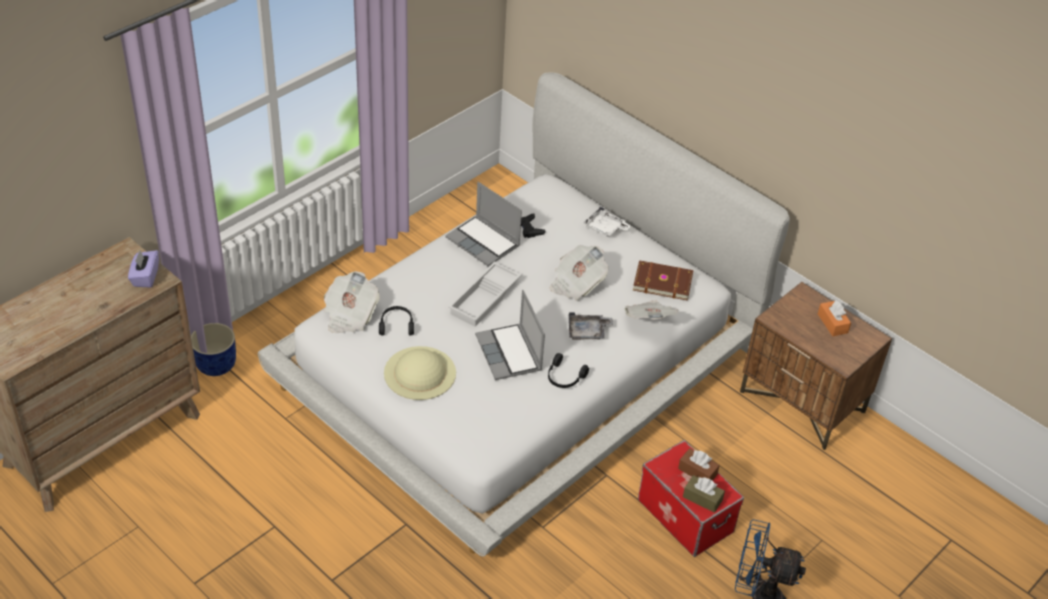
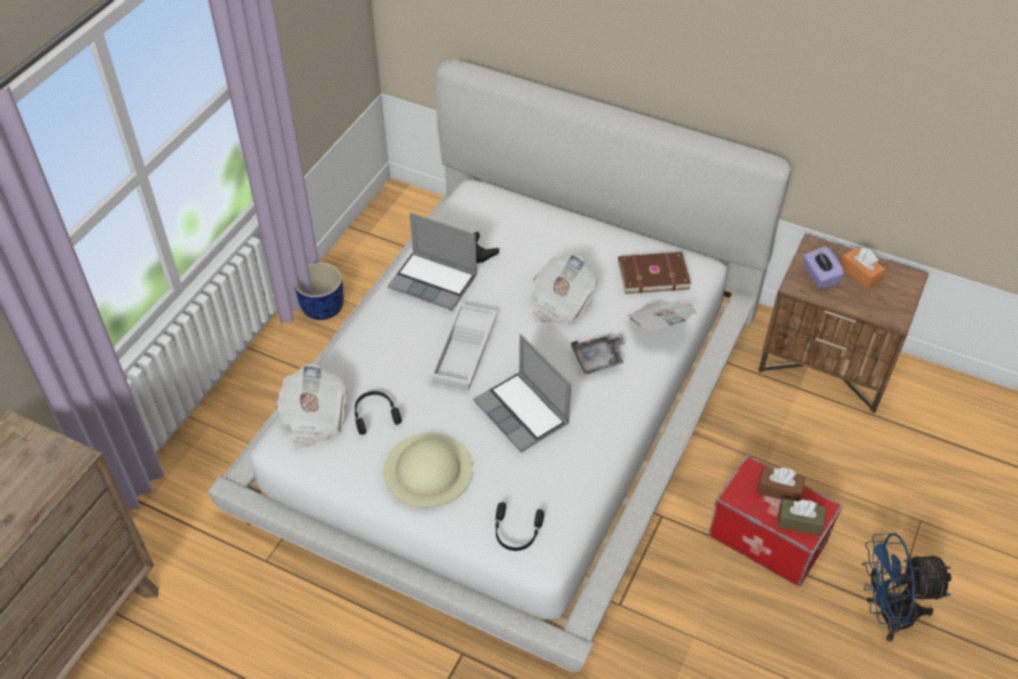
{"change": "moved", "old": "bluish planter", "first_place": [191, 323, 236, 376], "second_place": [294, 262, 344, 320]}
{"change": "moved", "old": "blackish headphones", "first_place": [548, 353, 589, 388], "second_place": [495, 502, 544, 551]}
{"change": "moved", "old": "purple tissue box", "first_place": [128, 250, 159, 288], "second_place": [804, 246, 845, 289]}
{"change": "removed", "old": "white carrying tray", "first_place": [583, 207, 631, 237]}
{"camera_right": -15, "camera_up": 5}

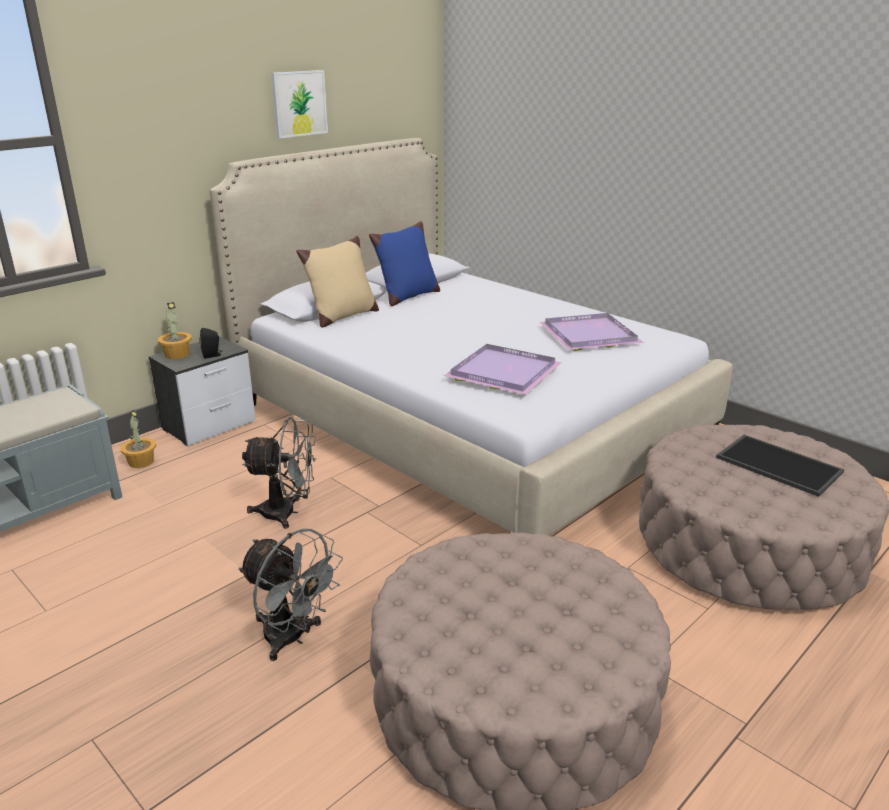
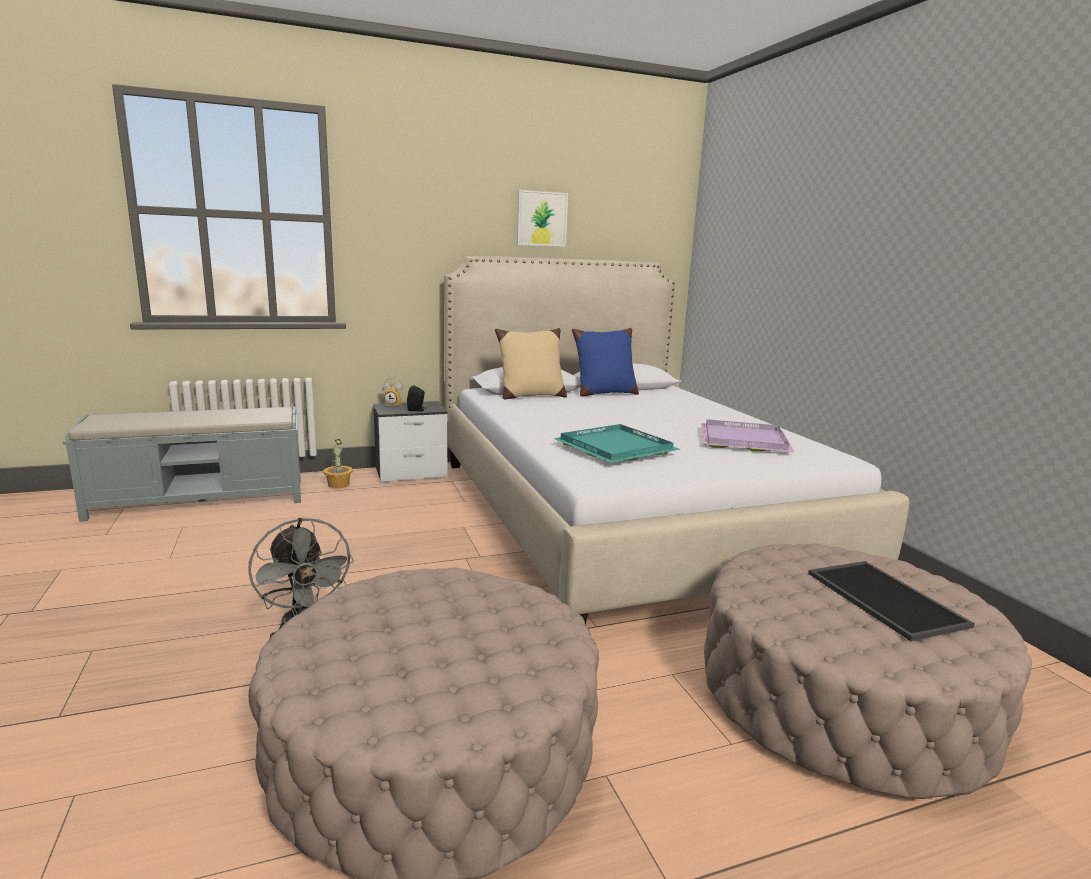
{"change": "replaced", "old": "houseplant", "new": "table clock", "first_place": [158, 302, 192, 359], "second_place": [383, 377, 403, 406]}
{"change": "recoloured", "old": "purple carrying tray", "new": "blue-green carrying tray", "first_place": [444, 344, 562, 395], "second_place": [553, 424, 681, 463]}
{"change": "removed", "old": "grey fan", "first_place": [242, 417, 316, 529]}
{"camera_right": 25, "camera_up": -10}

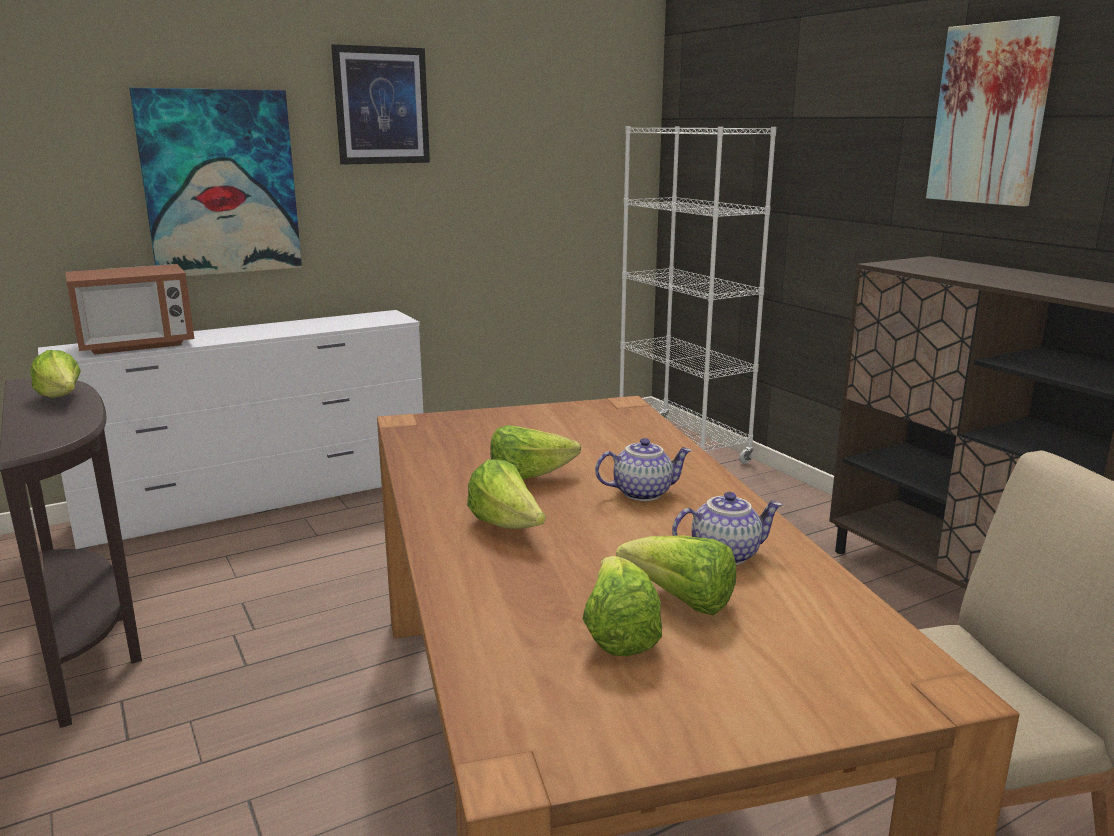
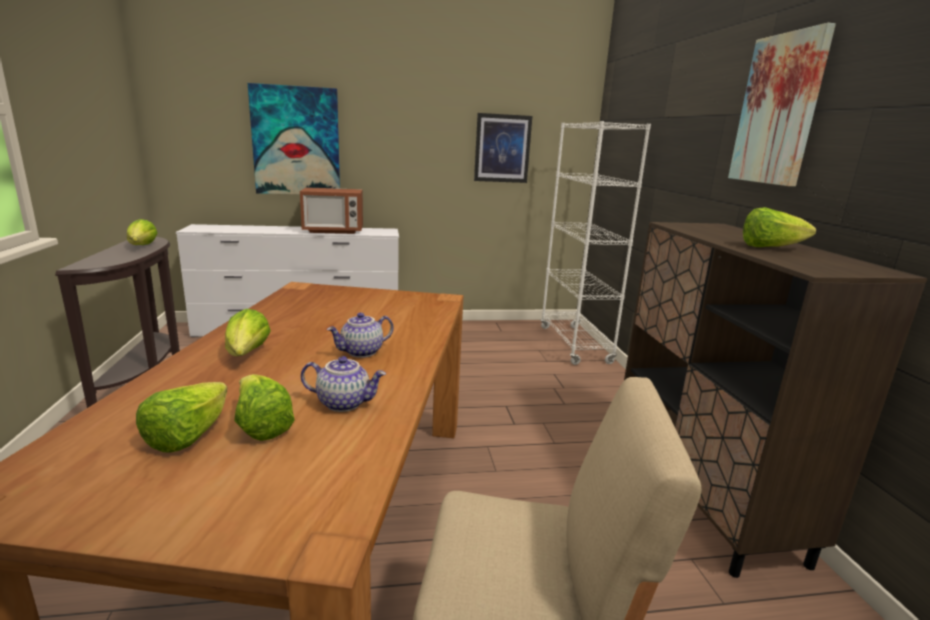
{"change": "moved", "old": "microwave oven", "first_place": [66, 264, 194, 354], "second_place": [300, 187, 363, 234]}
{"change": "turned", "old": "teapot", "first_place": [595, 438, 692, 501], "second_place": [327, 313, 393, 358], "degrees": 135}
{"change": "moved", "old": "wall picture", "first_place": [331, 44, 430, 165], "second_place": [474, 113, 532, 183]}
{"change": "moved", "old": "lettuce", "first_place": [490, 425, 581, 479], "second_place": [743, 207, 816, 247]}
{"camera_right": 20, "camera_up": 0}

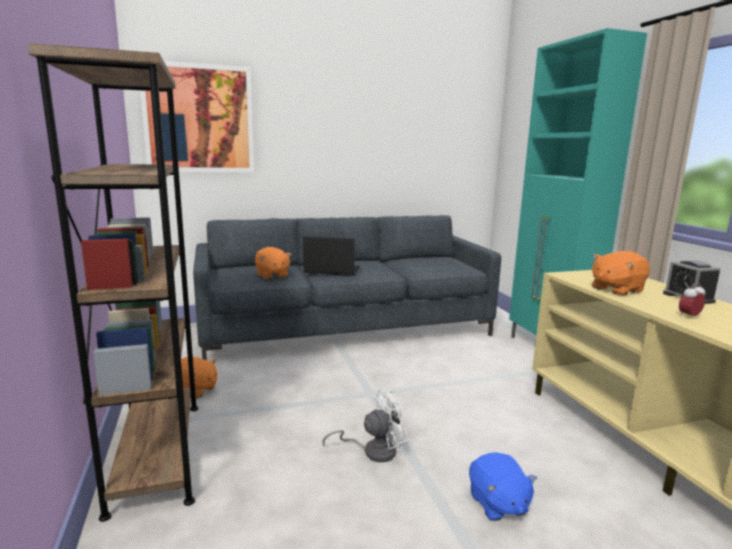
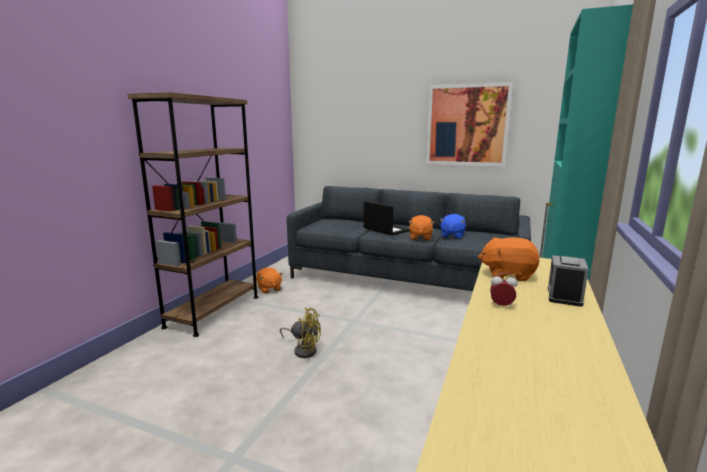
{"change": "recoloured", "old": "white fan", "new": "yellow-coloured fan", "first_place": [323, 389, 409, 462], "second_place": [280, 308, 321, 358]}
{"change": "moved", "old": "orangey plush toy", "first_place": [255, 247, 291, 280], "second_place": [408, 215, 434, 241]}
{"change": "moved", "old": "wall picture", "first_place": [140, 61, 254, 172], "second_place": [426, 82, 513, 167]}
{"change": "moved", "old": "bluish plush toy", "first_place": [469, 453, 537, 521], "second_place": [439, 214, 466, 239]}
{"camera_right": 40, "camera_up": 0}

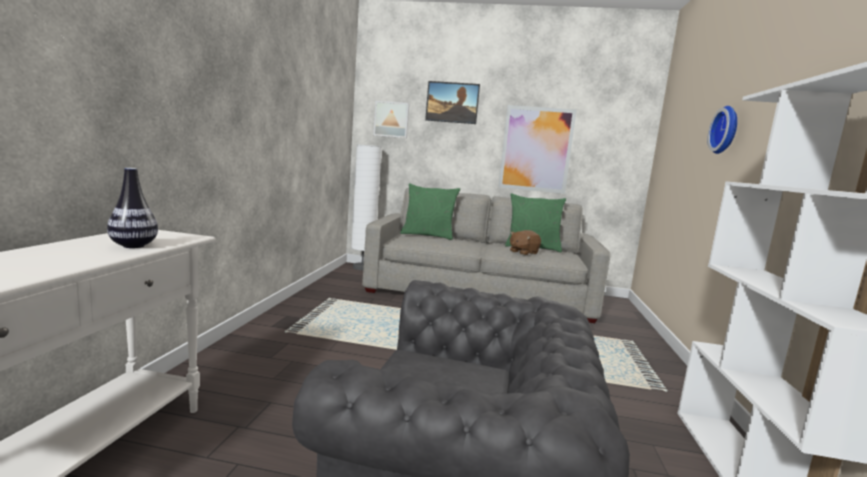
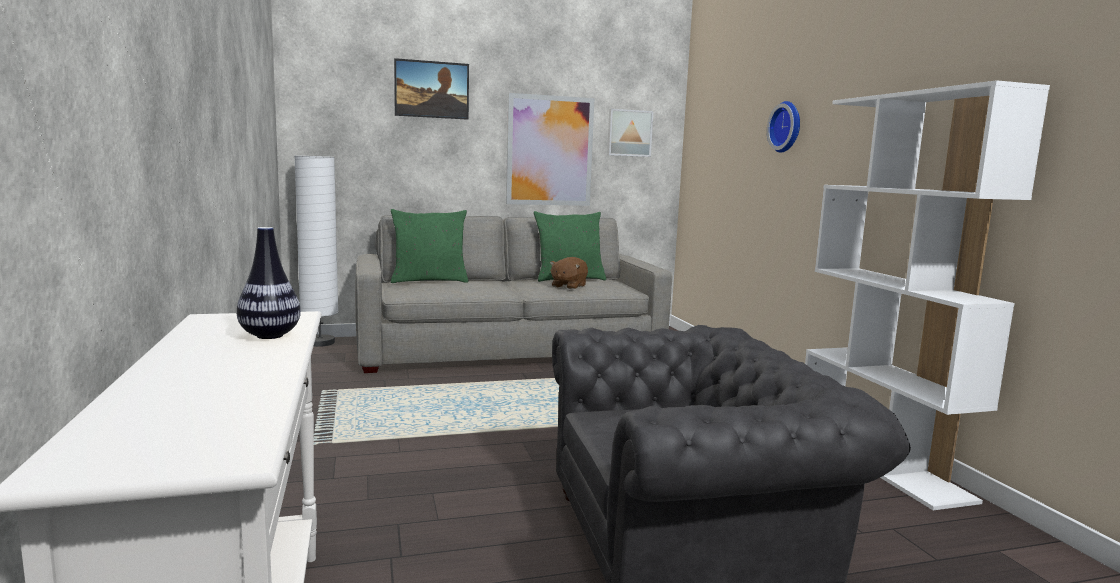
{"change": "moved", "old": "wall picture", "first_place": [374, 101, 410, 138], "second_place": [607, 109, 654, 157]}
{"camera_right": -25, "camera_up": 0}

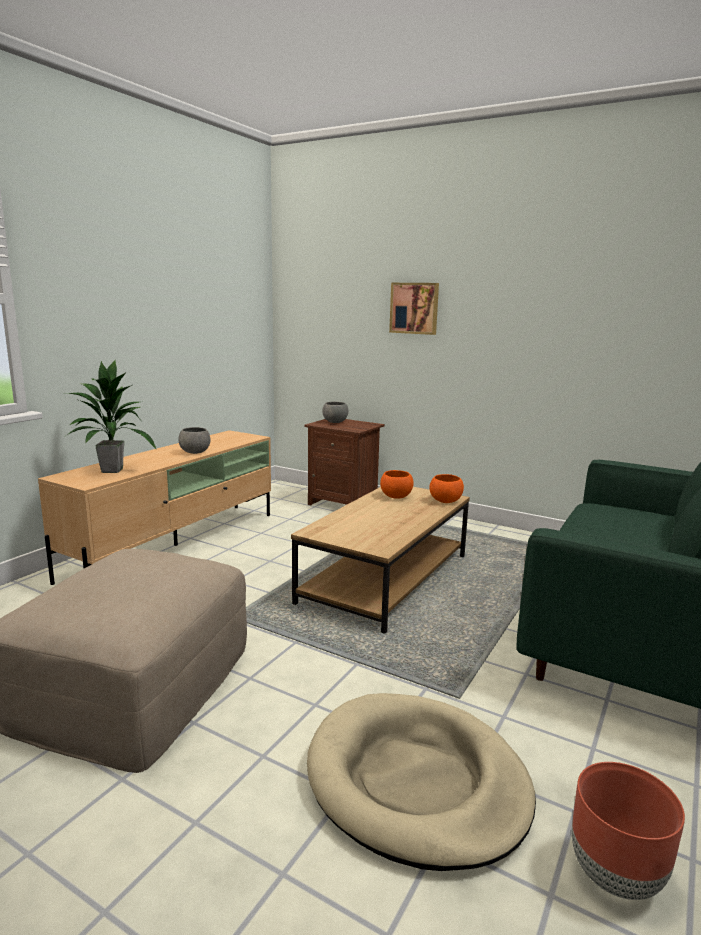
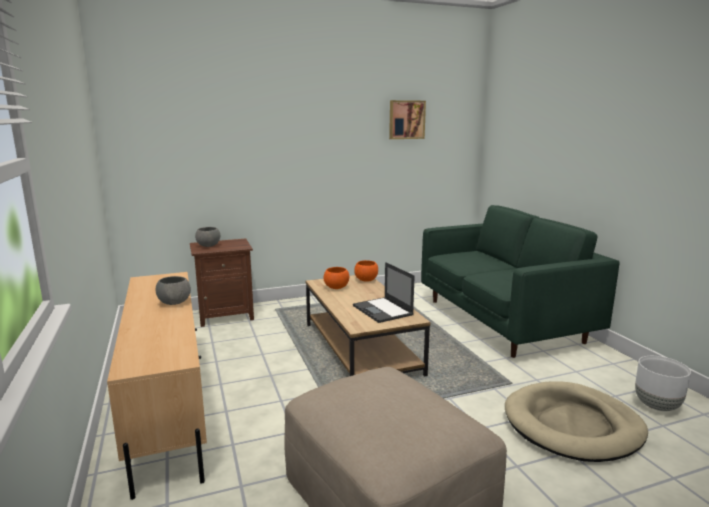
{"change": "added", "new": "laptop", "second_place": [353, 262, 415, 323]}
{"change": "moved", "old": "wall picture", "first_place": [389, 283, 439, 335], "second_place": [389, 100, 426, 139]}
{"change": "recoloured", "old": "brown planter", "new": "white planter", "first_place": [572, 762, 685, 900], "second_place": [635, 356, 691, 411]}
{"change": "removed", "old": "houseplant", "first_place": [66, 360, 157, 473]}
{"camera_right": -50, "camera_up": 0}

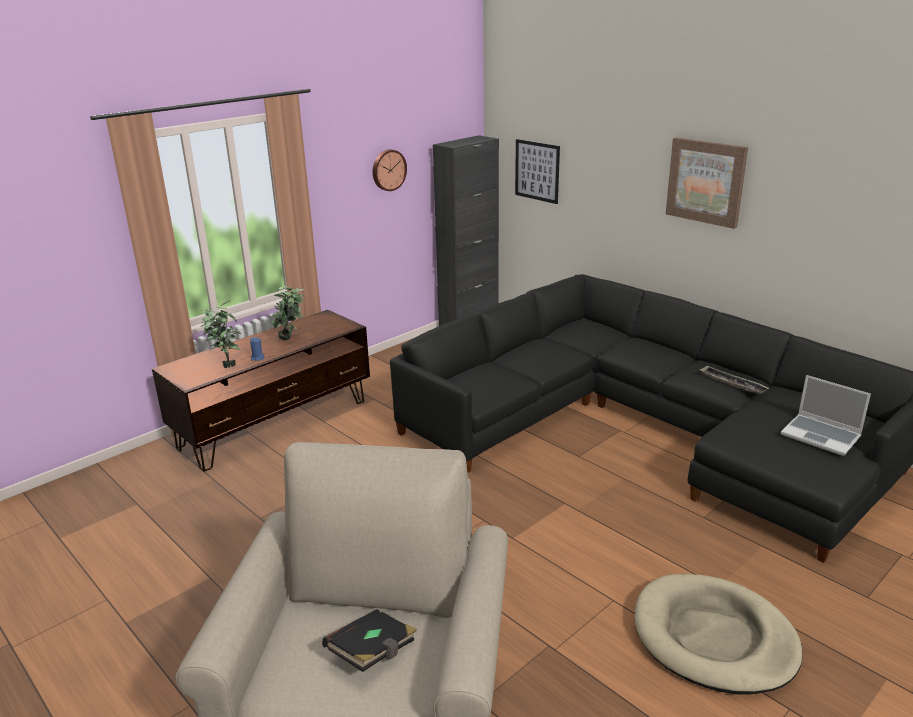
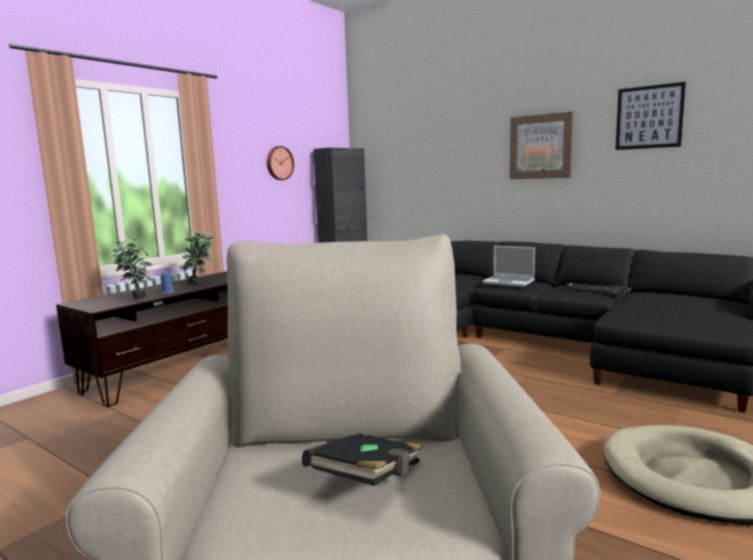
{"change": "moved", "old": "laptop", "first_place": [781, 375, 871, 456], "second_place": [483, 246, 535, 287]}
{"change": "moved", "old": "wall picture", "first_place": [515, 139, 560, 204], "second_place": [615, 82, 686, 150]}
{"camera_right": -10, "camera_up": -15}

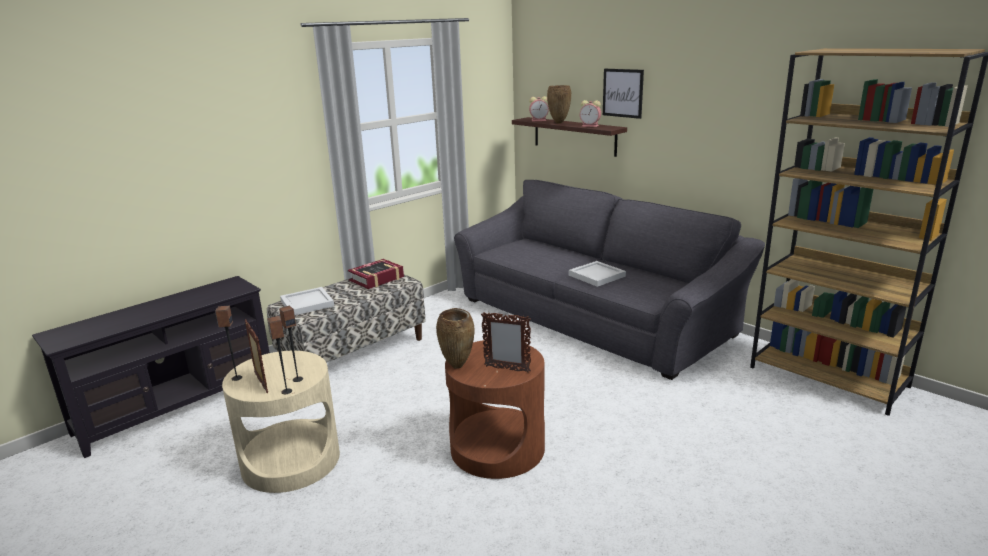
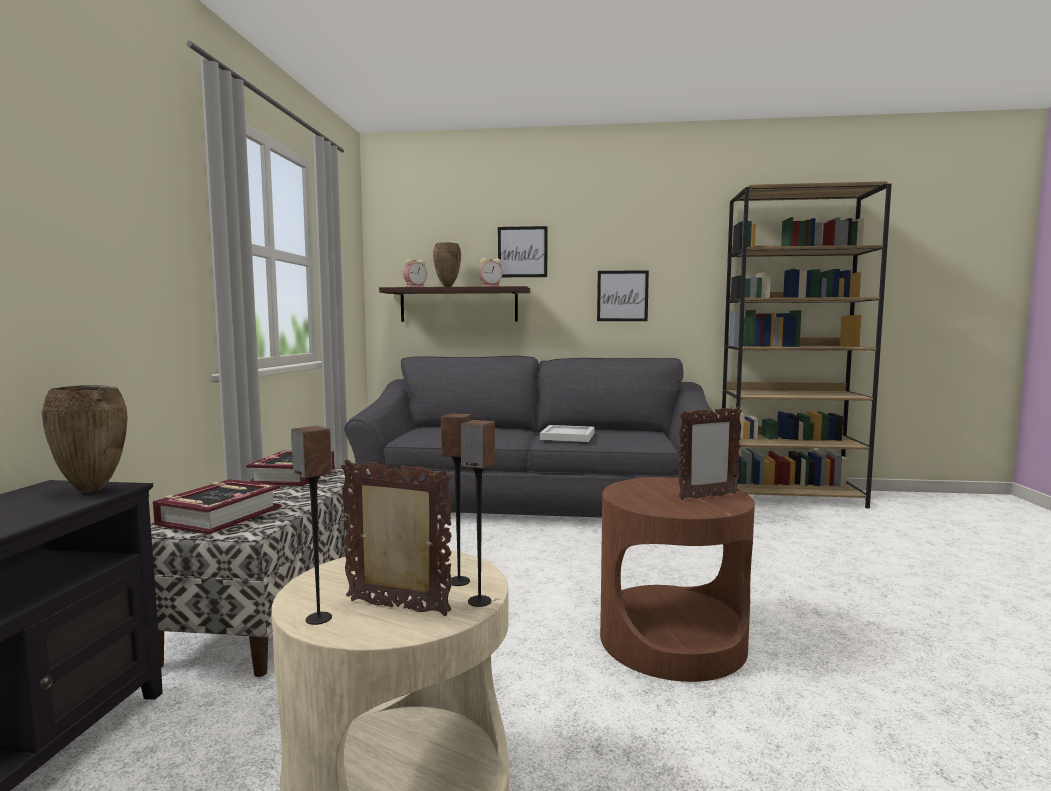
{"change": "moved", "old": "brown flower vase", "first_place": [436, 308, 475, 369], "second_place": [42, 385, 128, 493]}
{"change": "replaced", "old": "white carrying tray", "new": "bound book", "first_place": [280, 287, 334, 315], "second_place": [153, 479, 281, 534]}
{"change": "added", "new": "wall picture", "second_place": [597, 270, 649, 321]}
{"camera_right": -40, "camera_up": -15}

